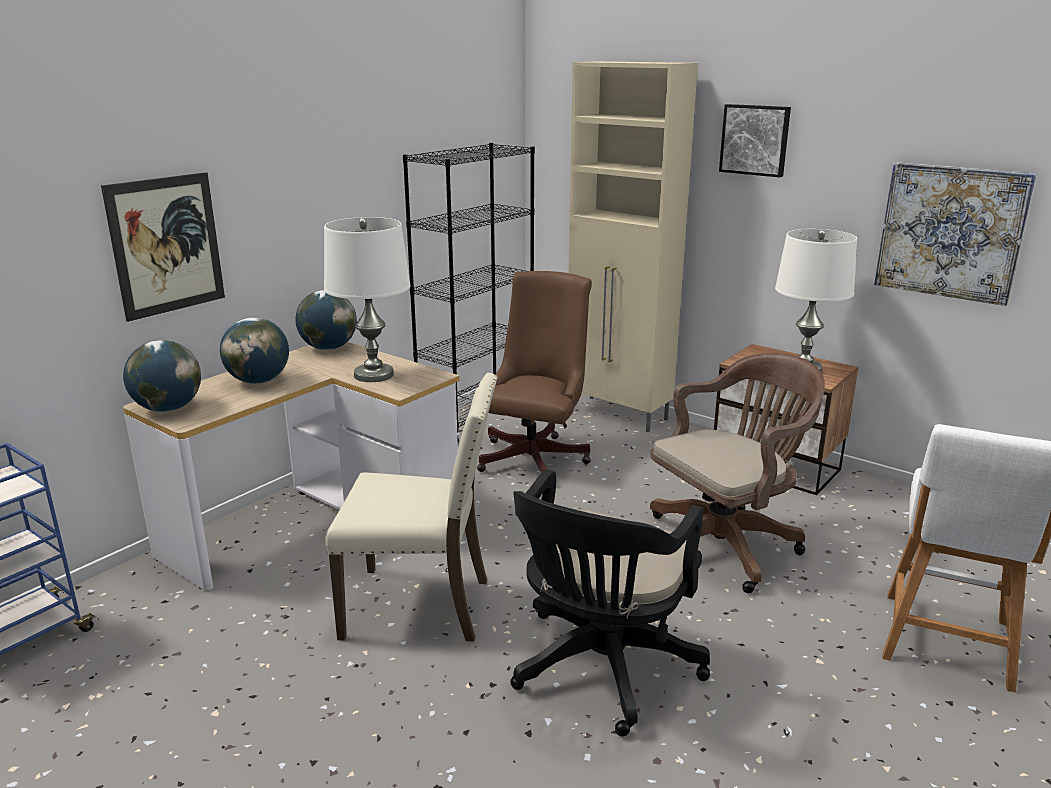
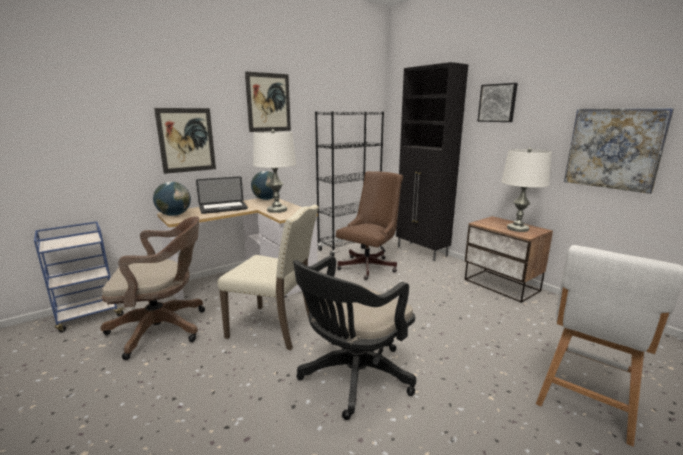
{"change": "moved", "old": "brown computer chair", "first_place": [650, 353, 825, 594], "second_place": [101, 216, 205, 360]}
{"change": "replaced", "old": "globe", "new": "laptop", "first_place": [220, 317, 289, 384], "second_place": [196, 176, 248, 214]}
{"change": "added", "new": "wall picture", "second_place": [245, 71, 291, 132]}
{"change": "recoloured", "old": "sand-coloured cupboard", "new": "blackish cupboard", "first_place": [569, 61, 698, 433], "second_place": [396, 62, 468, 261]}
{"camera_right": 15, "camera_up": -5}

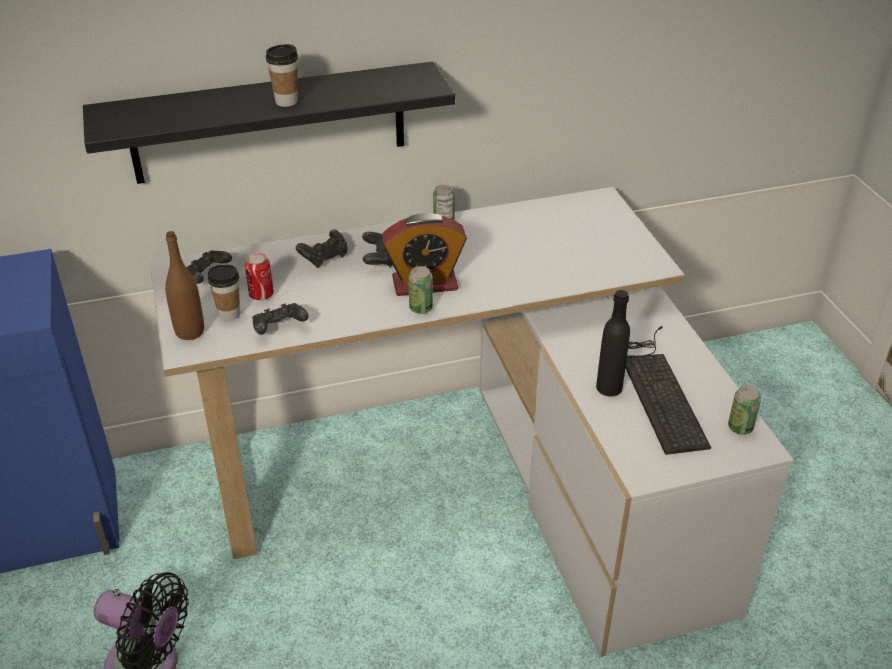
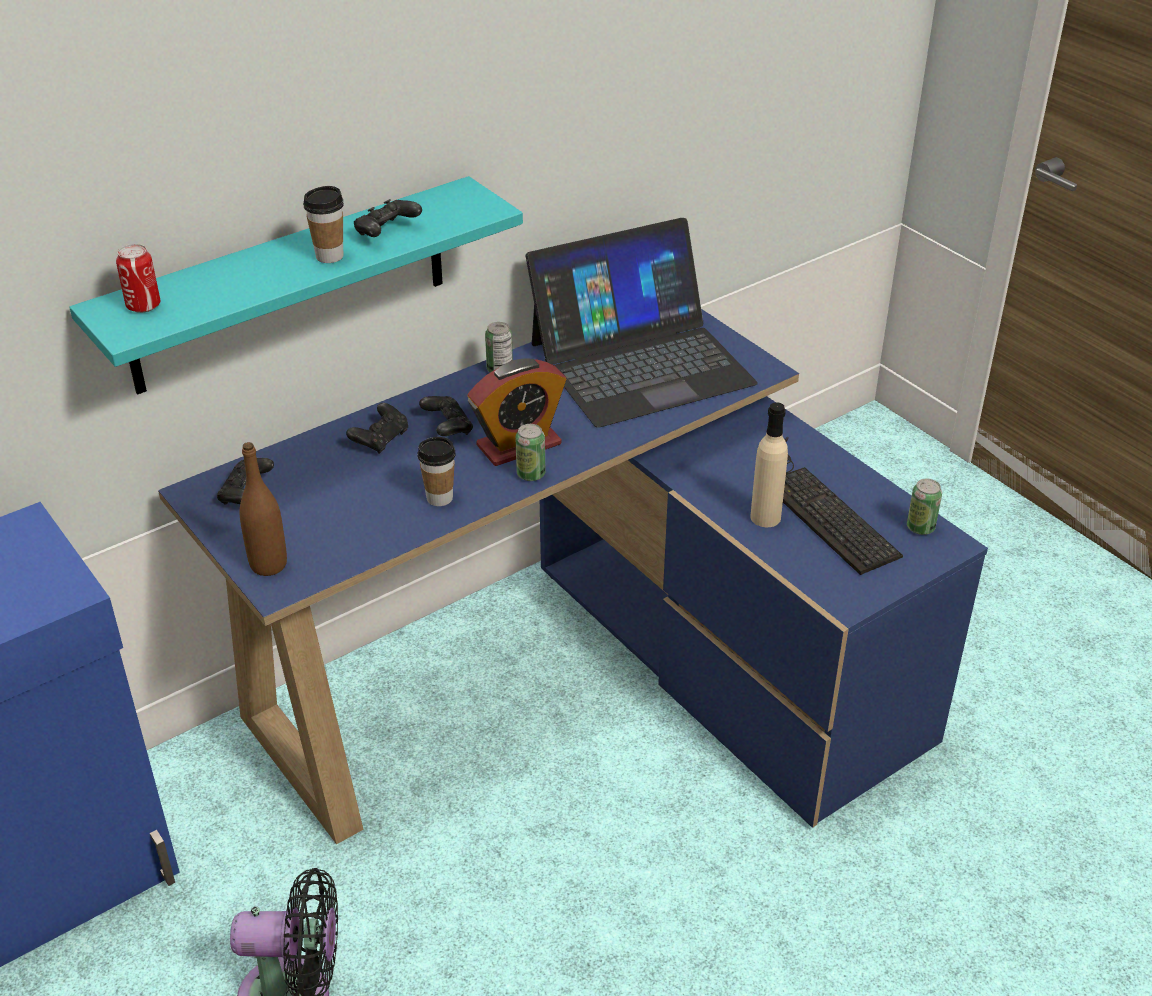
{"change": "recoloured", "old": "blackish bracket shelf", "new": "blue-green bracket shelf", "first_place": [83, 62, 455, 184], "second_place": [69, 176, 523, 394]}
{"change": "moved", "old": "can", "first_place": [245, 252, 274, 300], "second_place": [116, 244, 161, 313]}
{"change": "recoloured", "old": "white desk unit", "new": "bluish desk unit", "first_place": [150, 187, 794, 657], "second_place": [158, 309, 988, 844]}
{"change": "moved", "old": "blackish joypad", "first_place": [252, 303, 309, 335], "second_place": [354, 199, 422, 237]}
{"change": "moved", "old": "drinking cup", "first_place": [208, 264, 240, 321], "second_place": [418, 437, 456, 506]}
{"change": "added", "new": "laptop", "second_place": [526, 218, 758, 428]}
{"change": "recoloured", "old": "blackish beverage bottle", "new": "sand-coloured beverage bottle", "first_place": [596, 290, 630, 396], "second_place": [750, 402, 788, 527]}
{"camera_right": -20, "camera_up": 0}

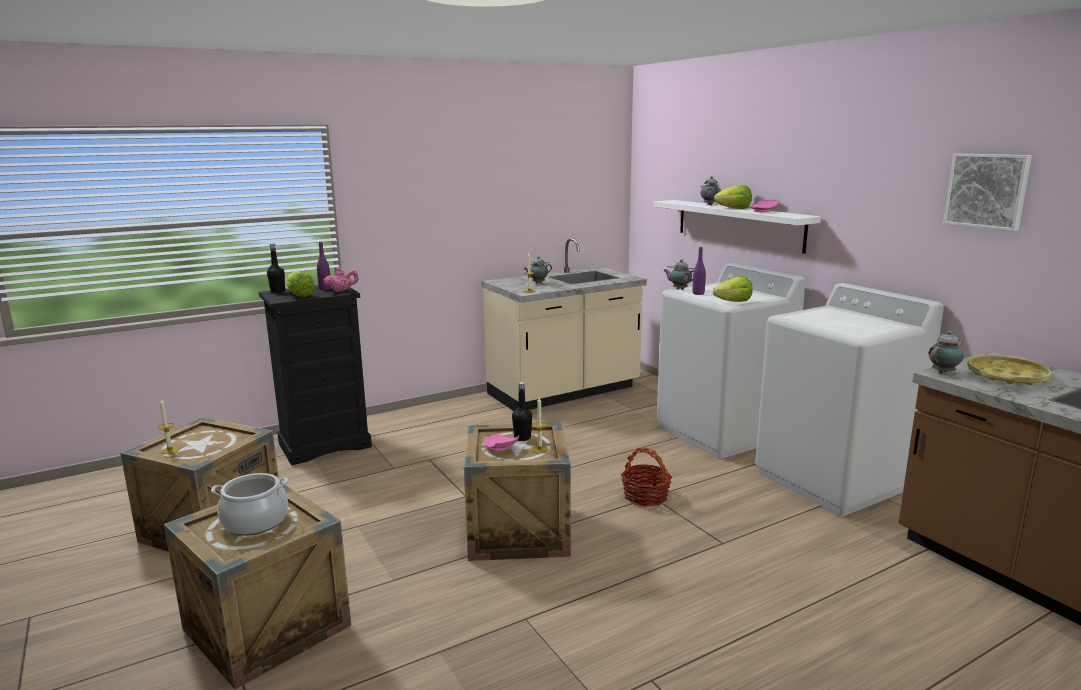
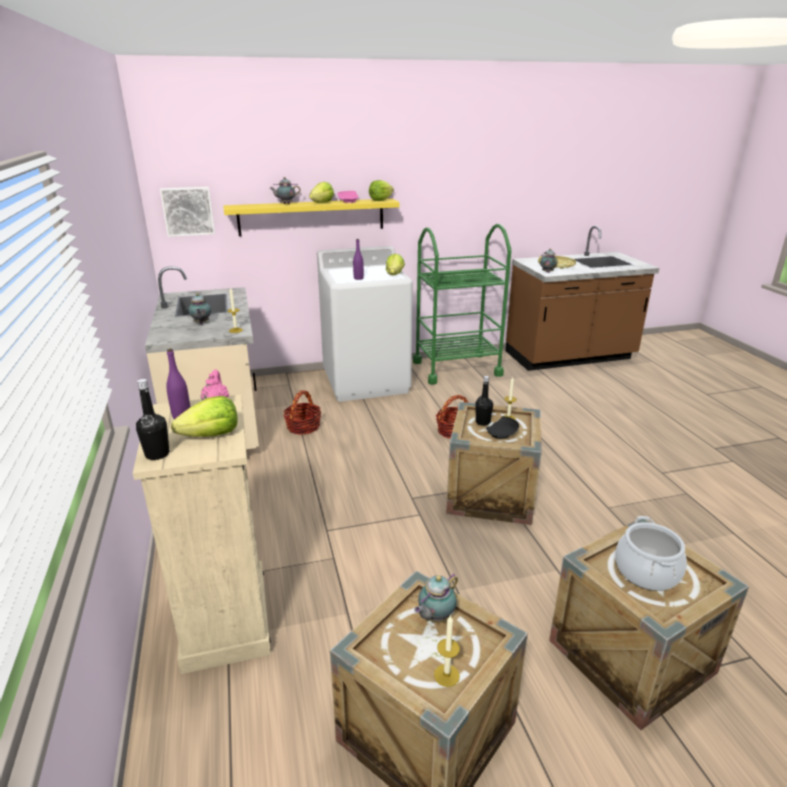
{"change": "recoloured", "old": "blackish dresser", "new": "sand-coloured dresser", "first_place": [259, 285, 372, 465], "second_place": [133, 395, 271, 674]}
{"change": "moved", "old": "wall picture", "first_place": [943, 154, 1032, 231], "second_place": [160, 187, 215, 237]}
{"change": "recoloured", "old": "white bracket shelf", "new": "yellow-coloured bracket shelf", "first_place": [654, 200, 821, 254], "second_place": [223, 199, 400, 236]}
{"change": "added", "new": "household basket", "second_place": [284, 390, 321, 435]}
{"change": "added", "new": "lettuce", "second_place": [369, 180, 394, 201]}
{"change": "replaced", "old": "white laundry appliance", "new": "green-coloured cart", "first_place": [755, 283, 944, 516], "second_place": [413, 224, 511, 384]}
{"change": "moved", "old": "teapot", "first_place": [663, 260, 695, 290], "second_place": [414, 573, 458, 623]}
{"change": "recoloured", "old": "pinkish plate", "new": "blackish plate", "first_place": [484, 434, 519, 452], "second_place": [486, 416, 519, 439]}
{"camera_right": -75, "camera_up": 10}

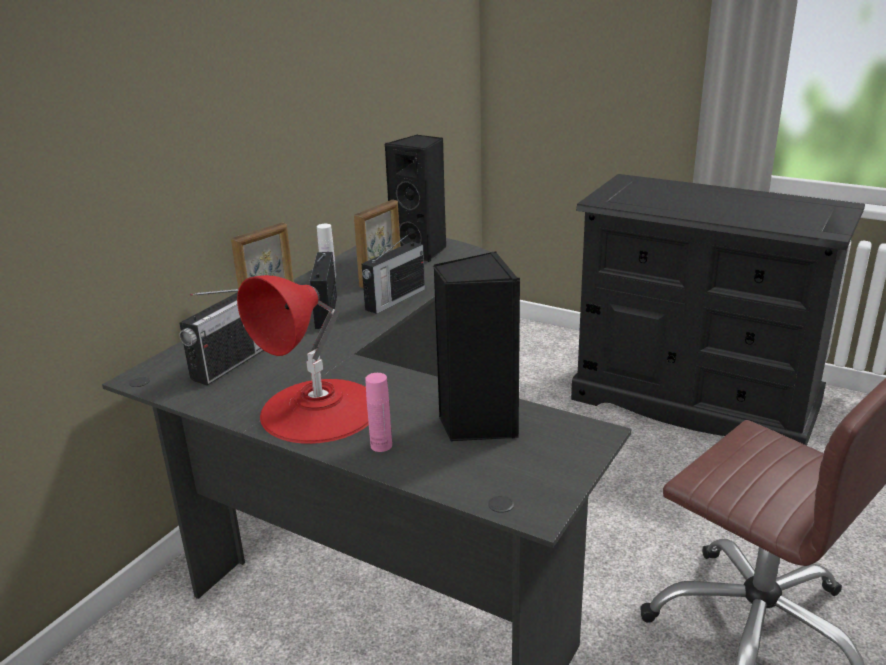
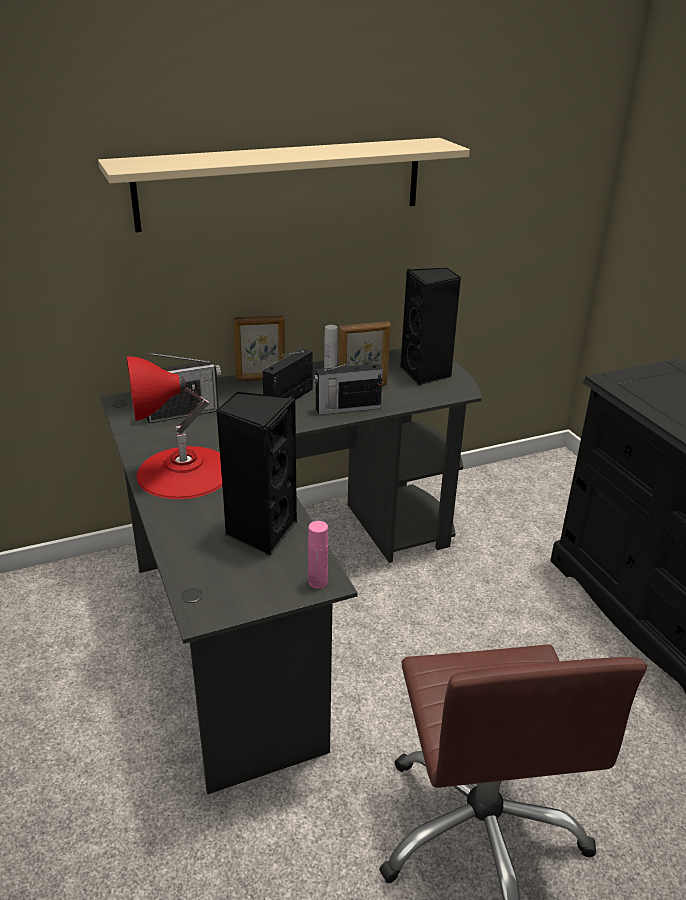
{"change": "added", "new": "sand-coloured bracket shelf", "second_place": [98, 138, 470, 232]}
{"change": "moved", "old": "pinkish beverage bottle", "first_place": [365, 373, 392, 452], "second_place": [308, 521, 328, 589]}
{"camera_right": 35, "camera_up": 5}

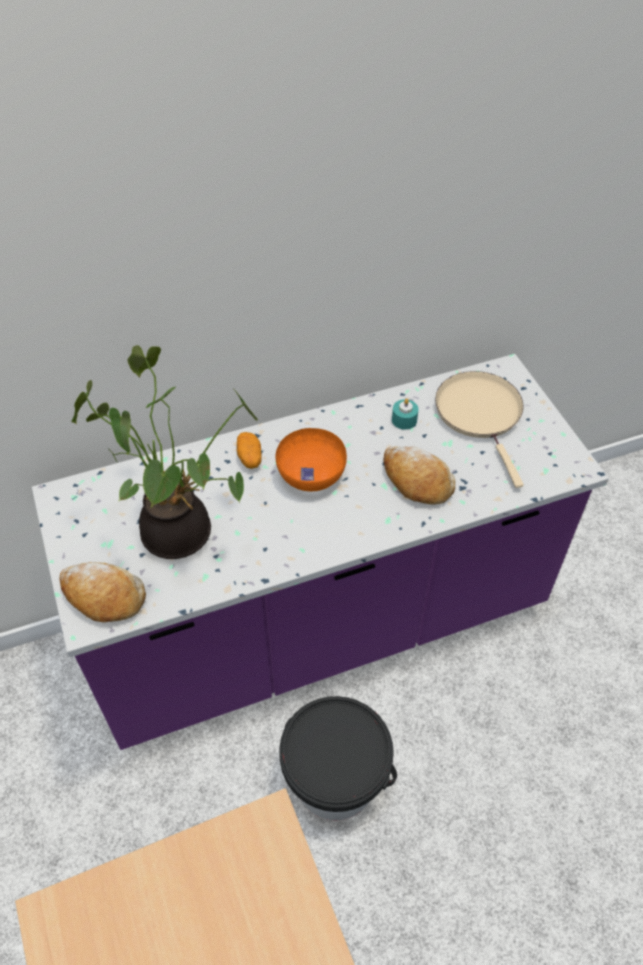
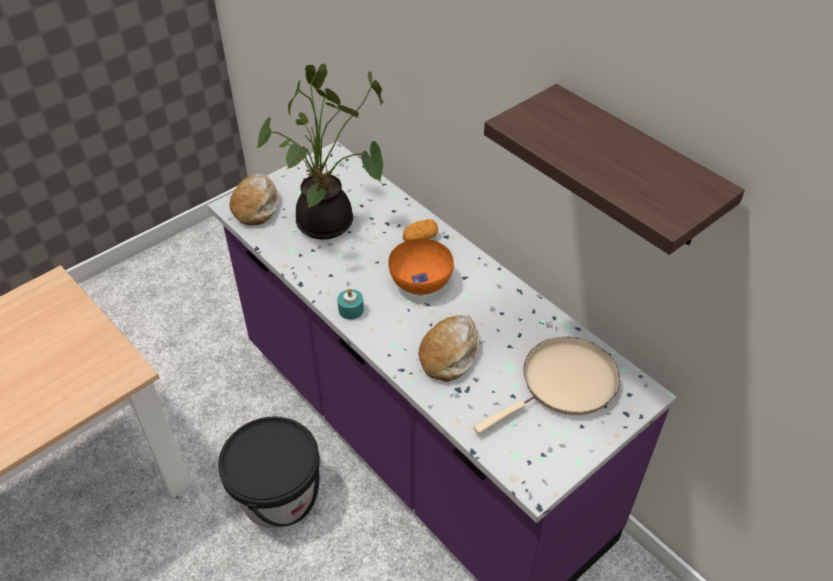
{"change": "moved", "old": "blue-green candle", "first_place": [392, 398, 419, 430], "second_place": [337, 289, 364, 320]}
{"change": "added", "new": "bracket shelf", "second_place": [484, 84, 745, 255]}
{"camera_right": 70, "camera_up": -5}

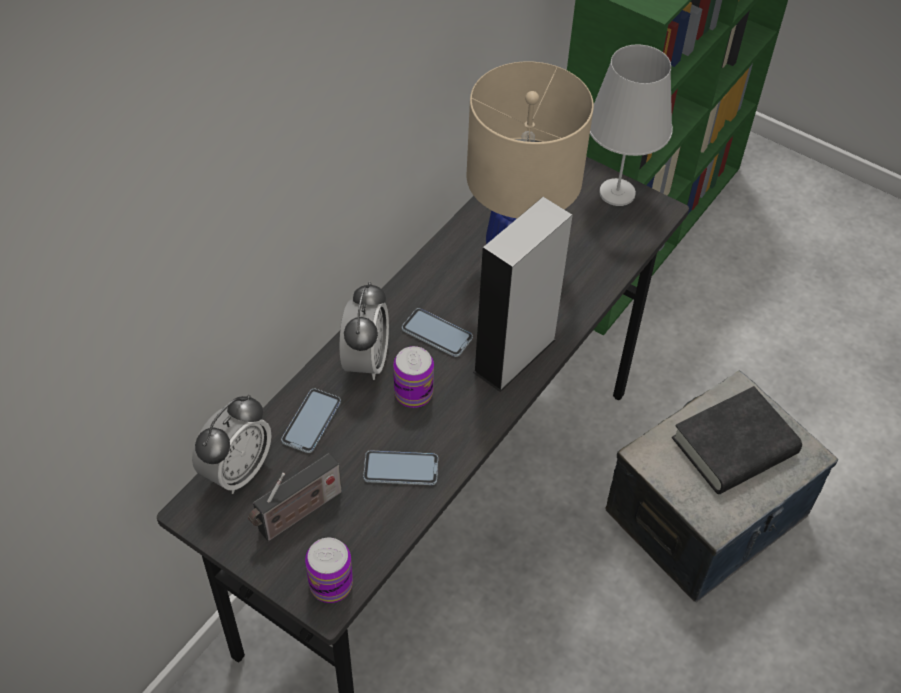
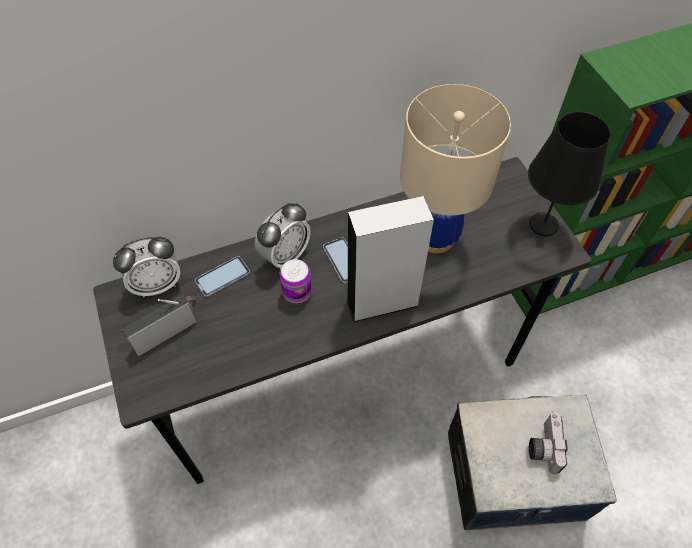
{"change": "turned", "old": "radio receiver", "first_place": [248, 453, 342, 541], "second_place": [122, 295, 197, 356], "degrees": 150}
{"change": "recoloured", "old": "white tabletop lamp", "new": "blackish tabletop lamp", "first_place": [590, 44, 673, 206], "second_place": [528, 112, 611, 237]}
{"change": "replaced", "old": "blackish bound book", "new": "photo camera", "first_place": [672, 386, 802, 494], "second_place": [529, 412, 568, 474]}
{"change": "removed", "old": "can", "first_place": [305, 538, 353, 603]}
{"change": "removed", "old": "phone", "first_place": [363, 450, 438, 485]}
{"camera_right": 35, "camera_up": 5}

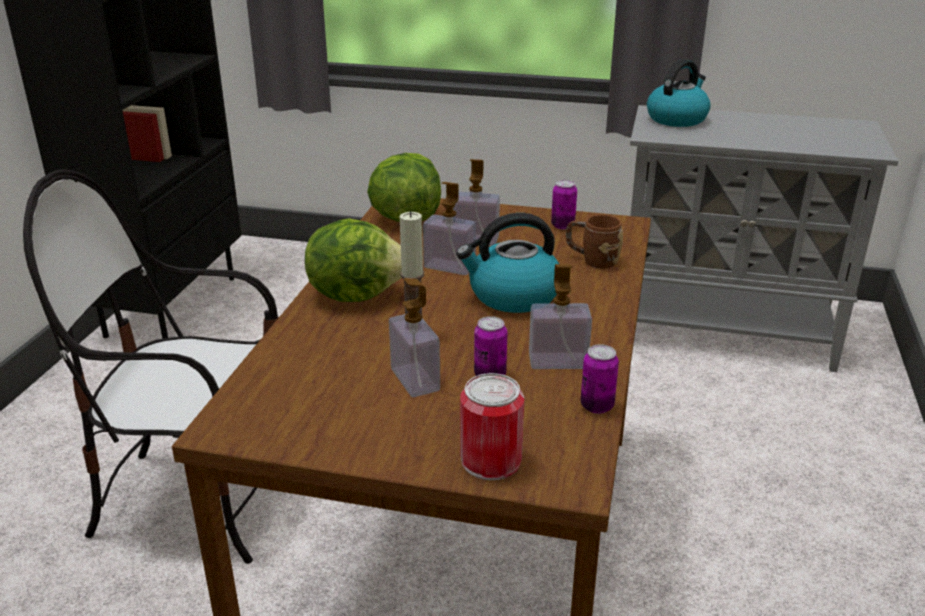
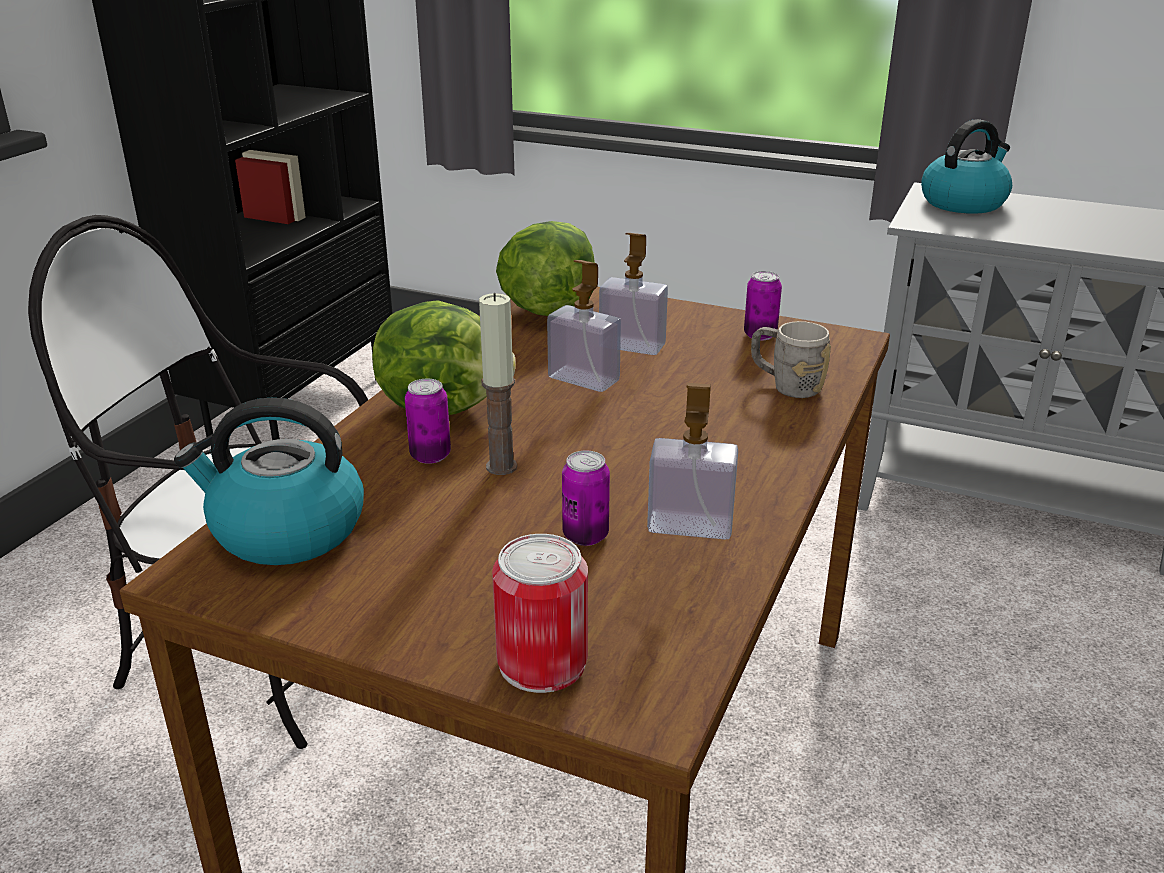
{"change": "moved", "old": "water kettle", "first_place": [456, 213, 559, 313], "second_place": [174, 398, 364, 565]}
{"change": "moved", "old": "can", "first_place": [580, 344, 619, 414], "second_place": [405, 379, 451, 464]}
{"change": "recoloured", "old": "brown coffee mug", "new": "grey coffee mug", "first_place": [566, 215, 623, 269], "second_place": [751, 321, 831, 398]}
{"change": "removed", "old": "soap bottle", "first_place": [389, 278, 440, 397]}
{"camera_right": 10, "camera_up": 0}

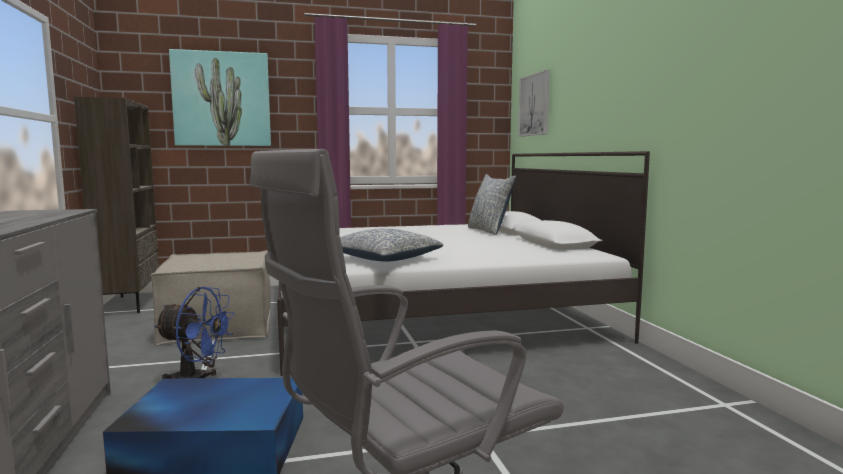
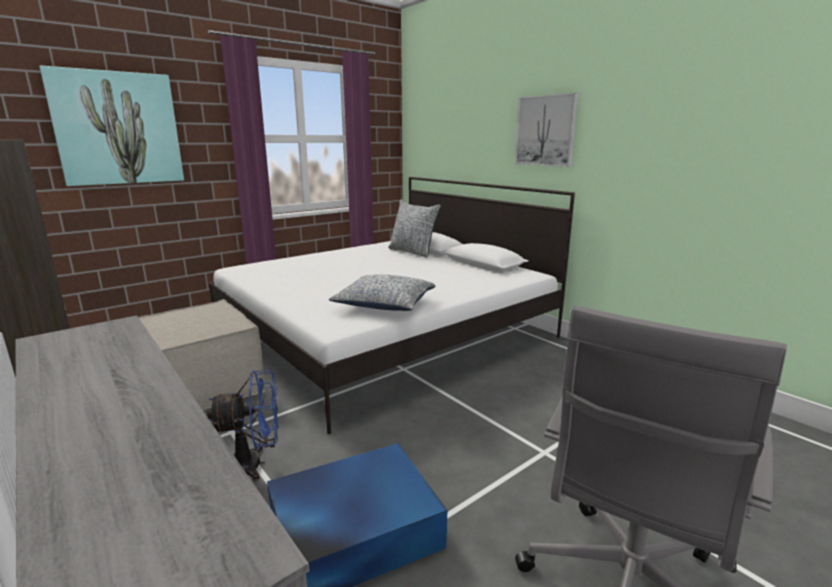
{"change": "moved", "old": "wall picture", "first_place": [518, 70, 550, 137], "second_place": [515, 93, 578, 167]}
{"camera_right": -25, "camera_up": 10}

